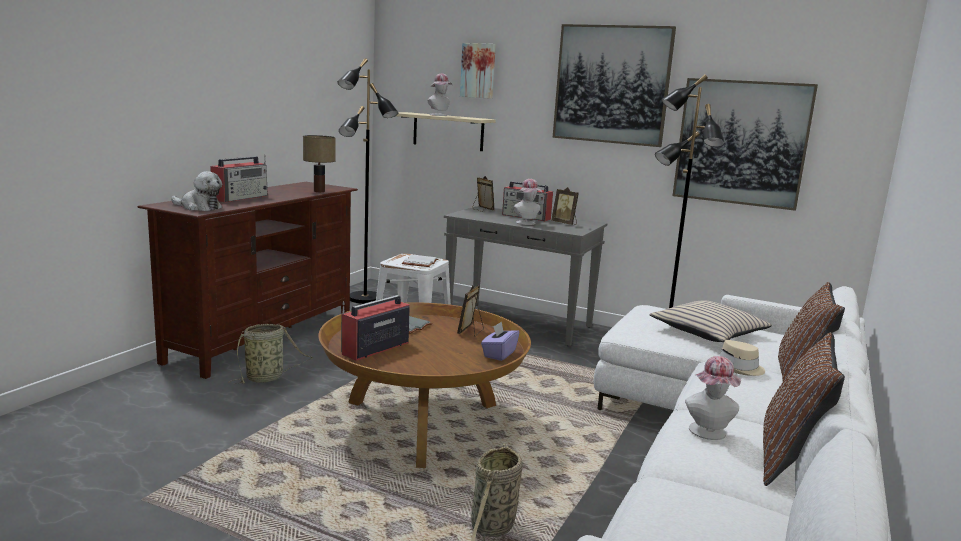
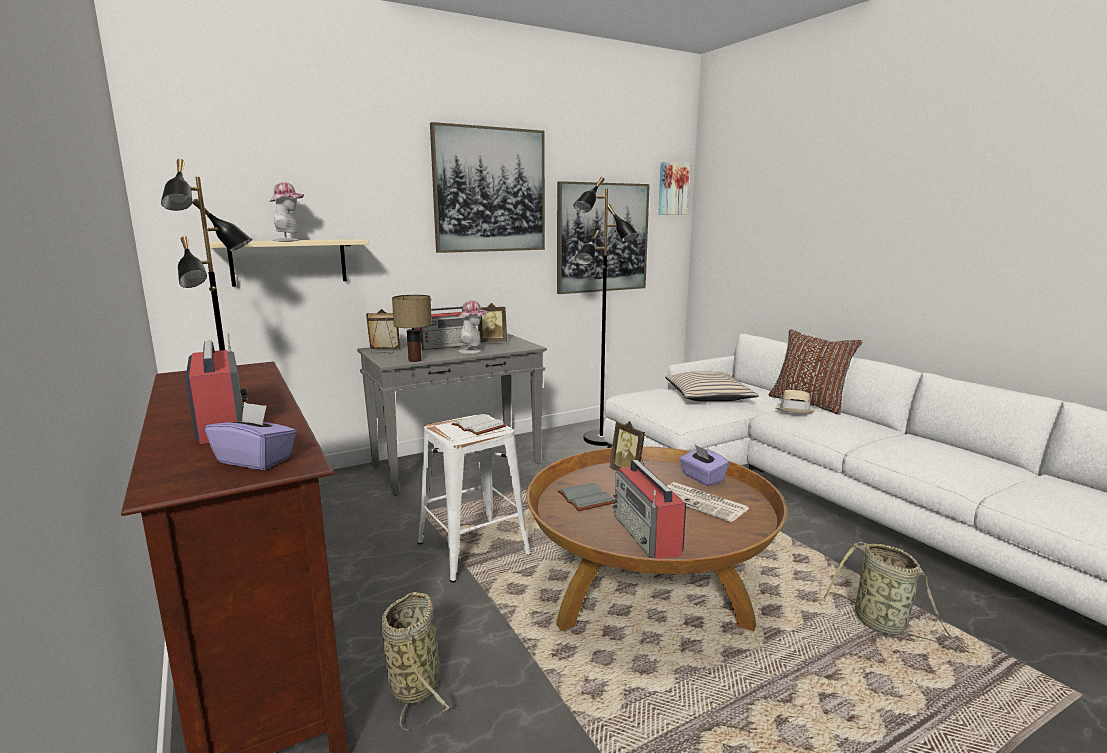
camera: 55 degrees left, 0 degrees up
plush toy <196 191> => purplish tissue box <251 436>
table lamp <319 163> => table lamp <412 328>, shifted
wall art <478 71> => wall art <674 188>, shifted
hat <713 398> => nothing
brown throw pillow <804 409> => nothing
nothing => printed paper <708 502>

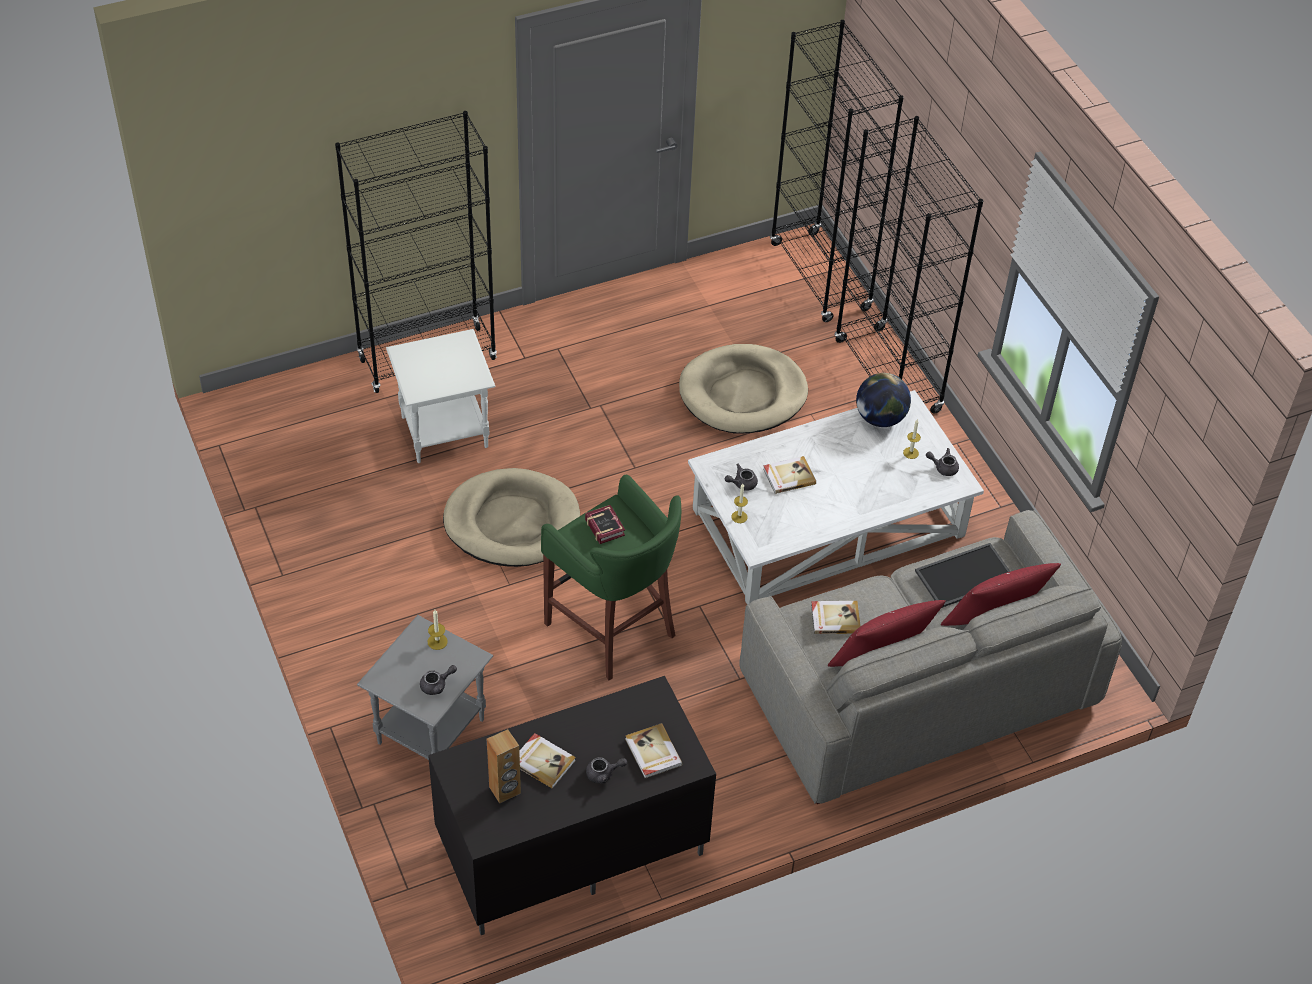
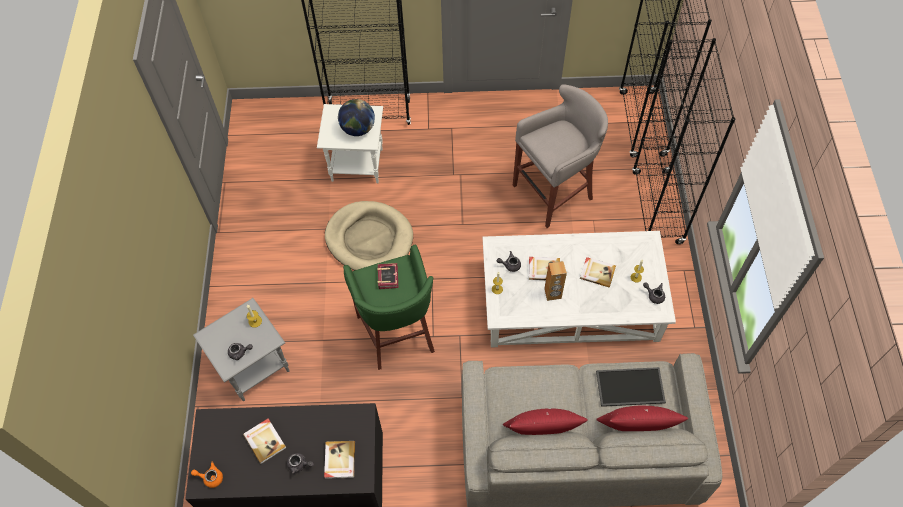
camera: 25 degrees right, 10 degrees up
brown loudspeaker <504 766> => brown loudspeaker <555 281>, shifted
sand-coloured dog bed <743 389> => greyish stool <560 156>
volume <836 617> => volume <598 272>, shifted
world globe <883 400> => world globe <356 117>, shifted
nothing => orangey tea pot <207 475>

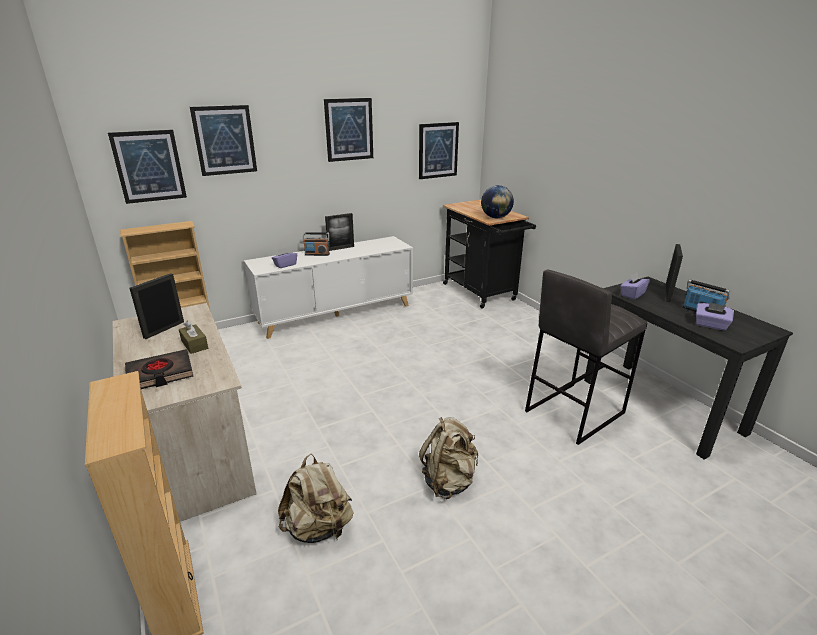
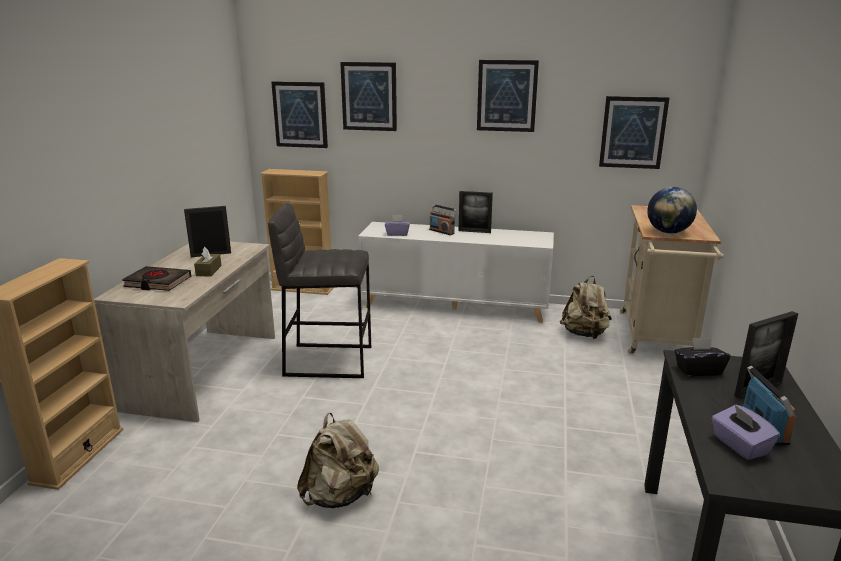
camera: 40 degrees right, 5 degrees down
sand-coloured rucksack <316 498> => sand-coloured rucksack <586 307>, shifted
blackish trolley <489 254> => sand-coloured trolley <672 280>
greyish stool <586 357> => greyish stool <319 290>, shifted
purplish tissue box <635 286> => blackish tissue box <702 357>

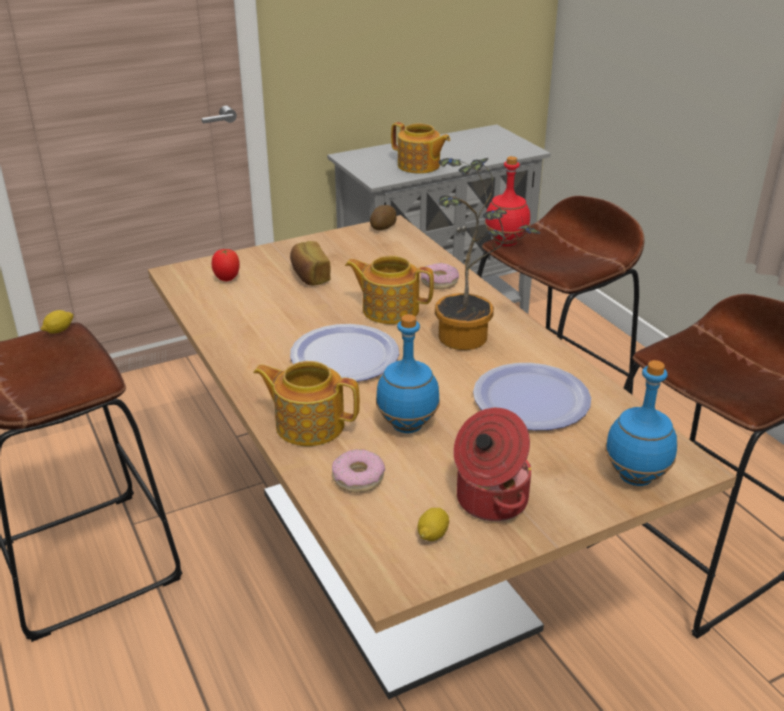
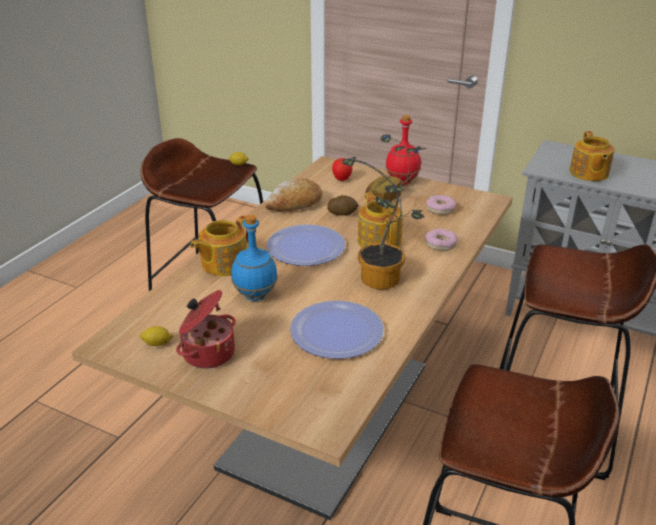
camera: 55 degrees right, 0 degrees up
tea pot <306 403> => tea pot <219 245>, 120 degrees counterclockwise
ring doughnut <358 471> => ring doughnut <441 205>, shifted
spud <383 217> => spud <343 205>, shifted
red beverage bottle <507 201> => red beverage bottle <403 150>, shifted
blue-coloured beverage bottle <641 423> => nothing
nothing => bakery bread <293 194>

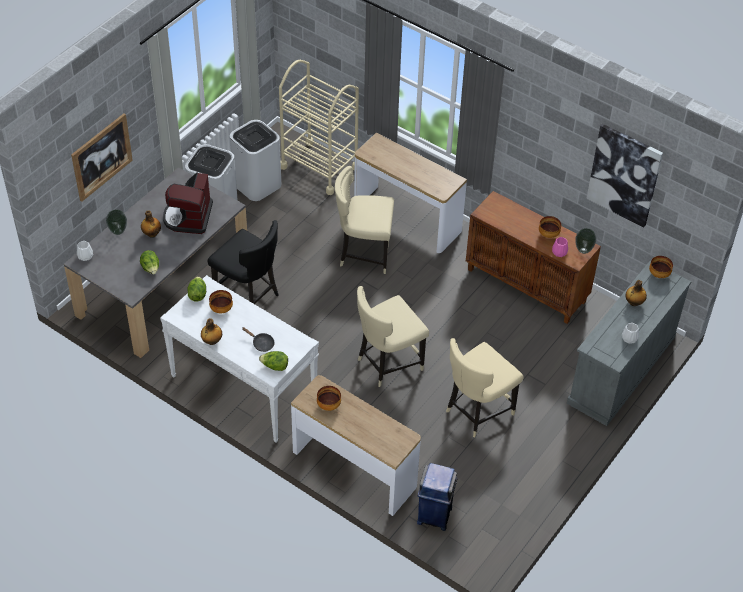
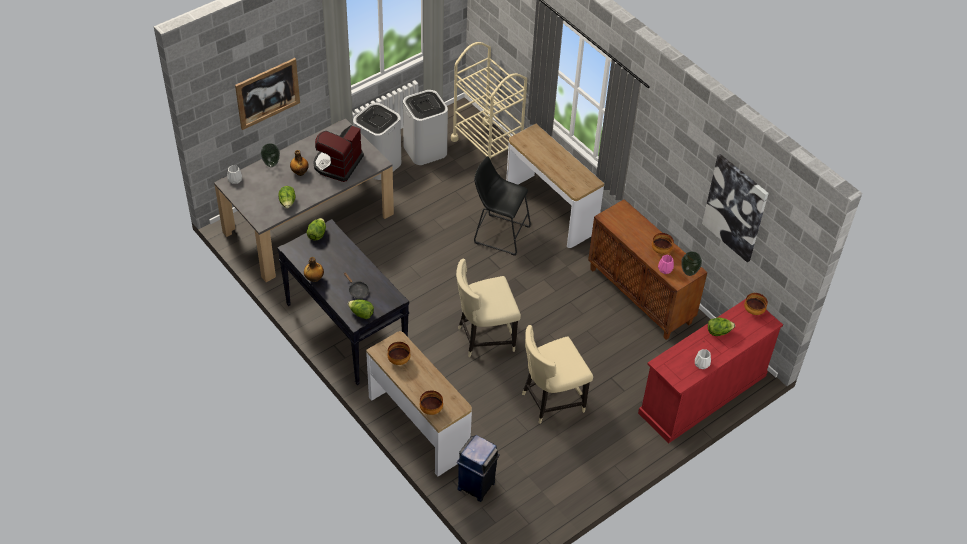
camera: 15 degrees right, 0 degrees up
whitish console table <239 359> => blackish console table <343 302>
blackish chair <243 262> => nothing
bowl <221 301> => bowl <431 403>, shifted
sand-coloured chair <364 220> => blackish stool <502 206>
greyish dresser <629 343> => red dresser <710 371>
beverage bottle <636 293> => lettuce <721 326>

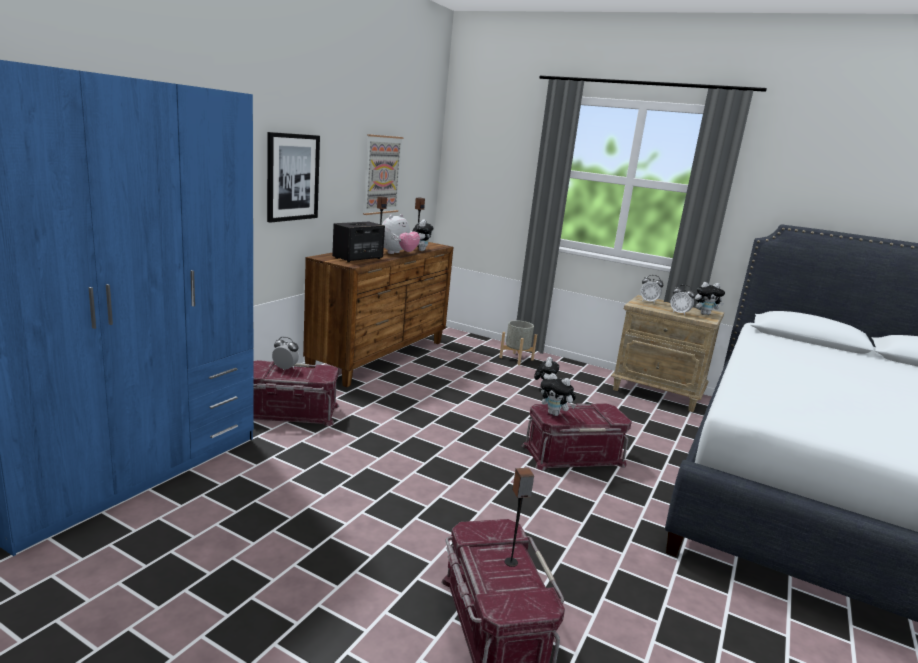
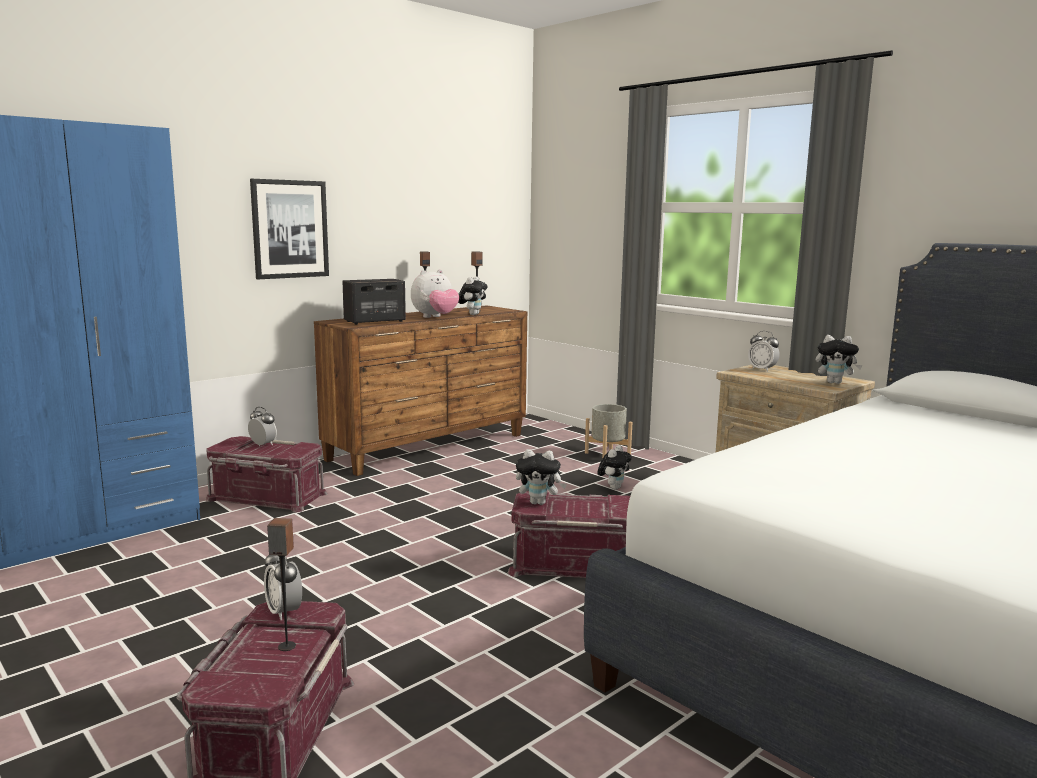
camera: 20 degrees right, 5 degrees down
wall art <383 174> => nothing
plush toy <558 394> => plush toy <541 477>, 45 degrees counterclockwise
table clock <682 300> => table clock <283 587>, shifted

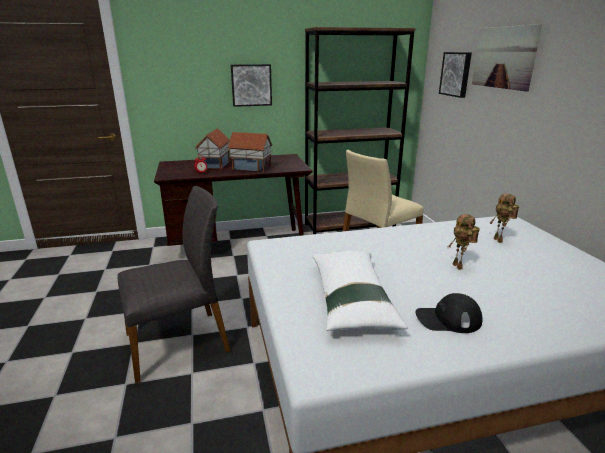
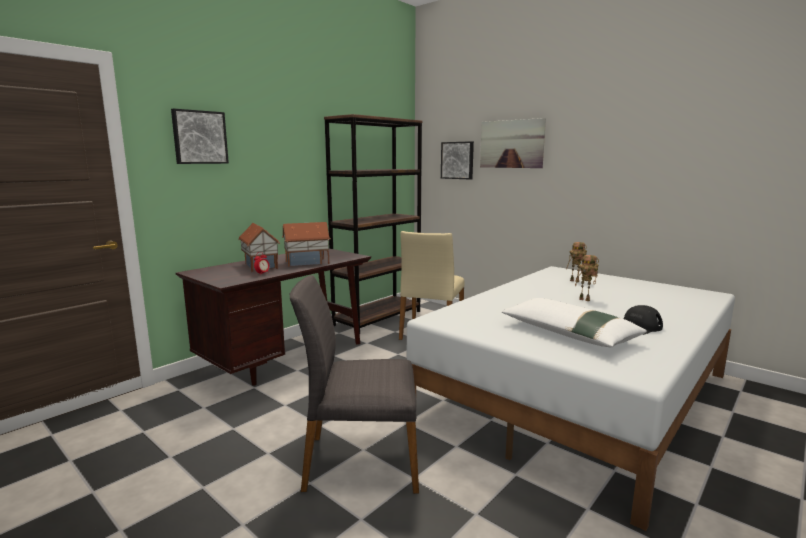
camera: 35 degrees left, 10 degrees down
greyish chair <174 285> => greyish chair <354 384>, 120 degrees counterclockwise
wall art <251 85> => wall art <200 136>, shifted

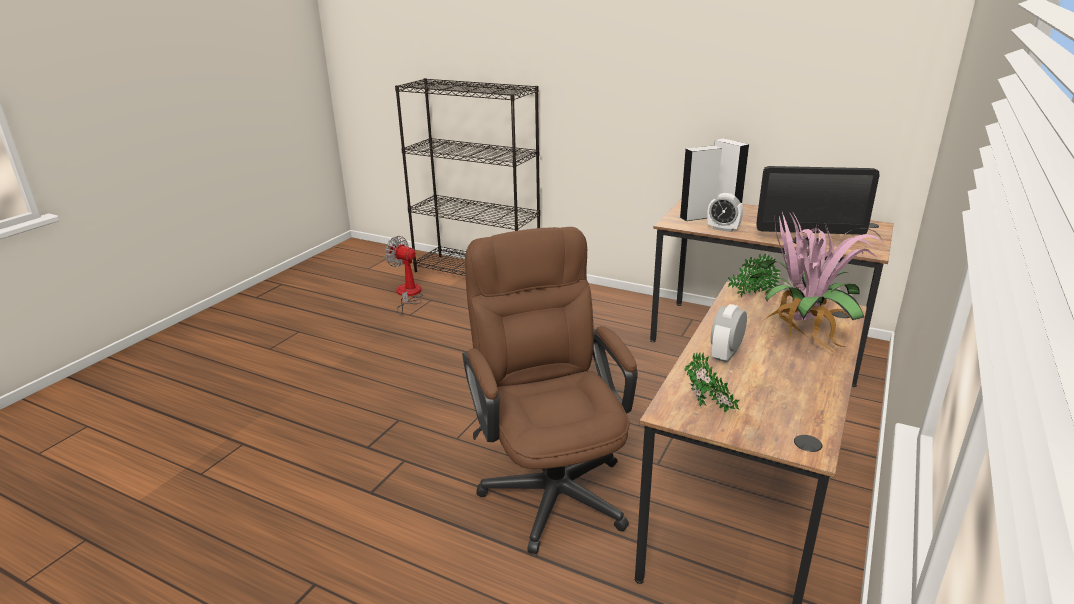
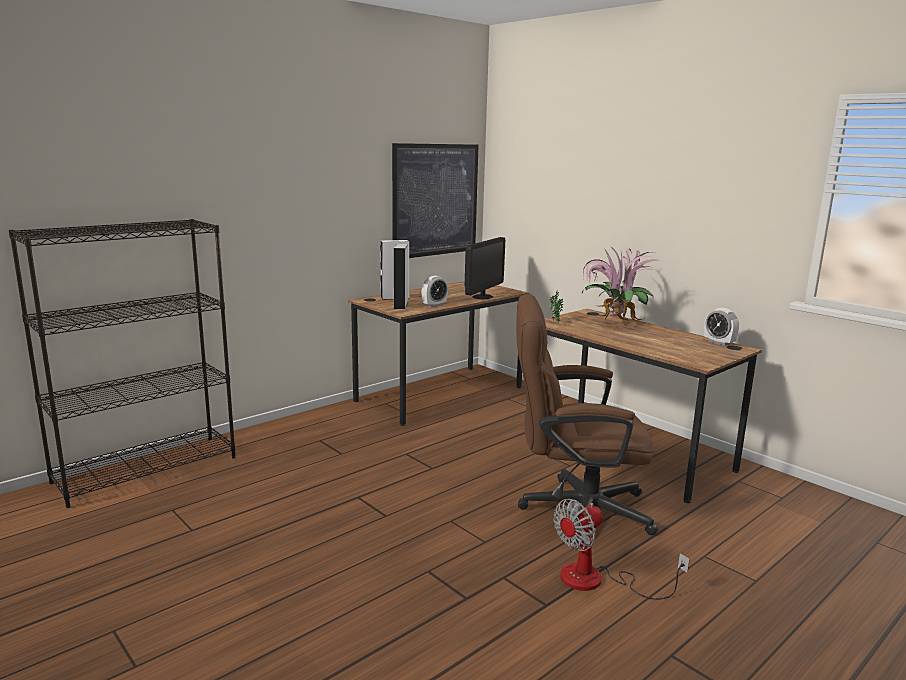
camera: 70 degrees left, 10 degrees down
fan <404 275> => fan <621 549>, shifted
potted plant <712 382> => nothing
table clock <729 333> => table clock <721 327>, shifted
nothing => wall art <435 200>

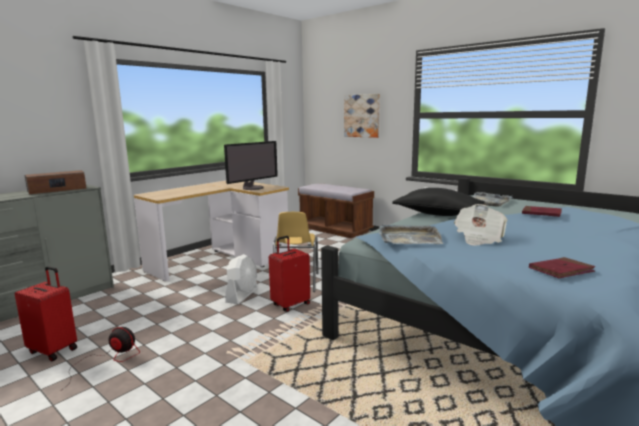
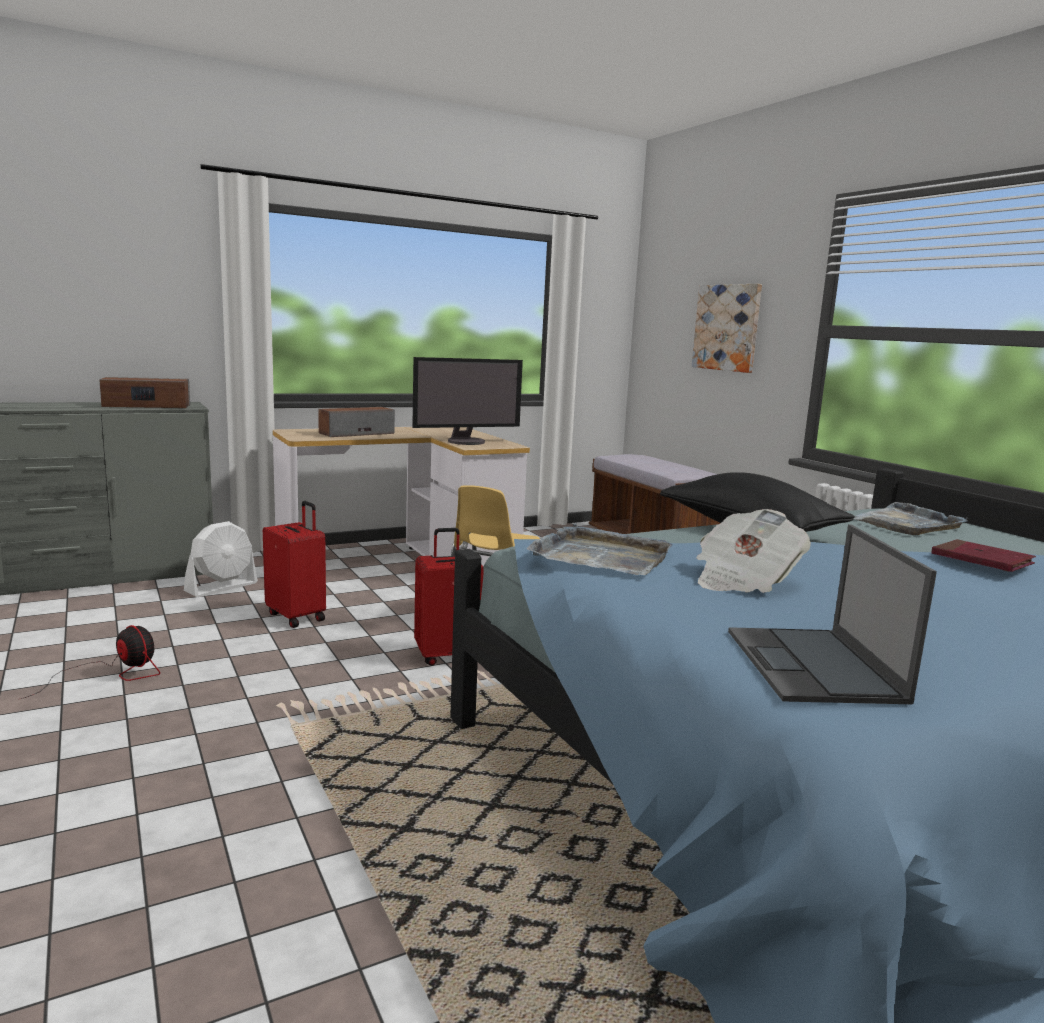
camera: 20 degrees right, 0 degrees up
red travel case <46 313> => red travel case <294 564>, shifted
whitish fan <241 279> => whitish fan <221 559>, shifted
red volume <562 267> => laptop <832 614>
nothing => loudspeaker <356 422>

